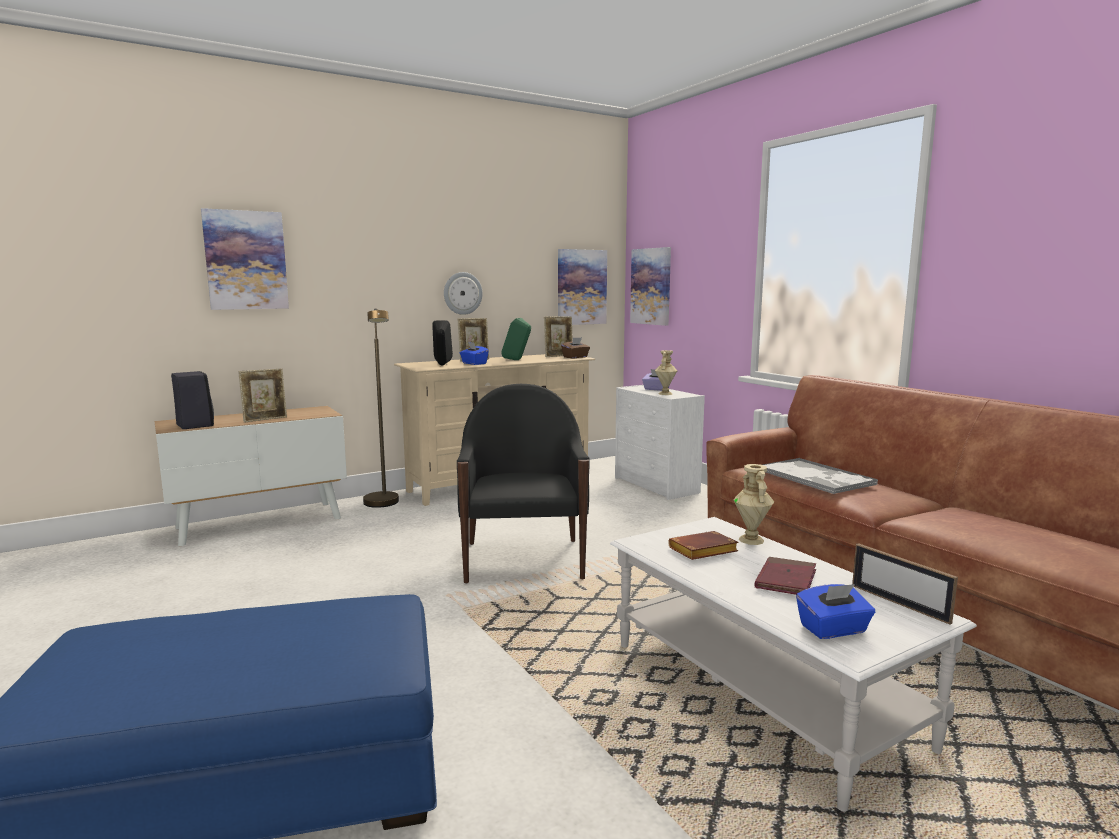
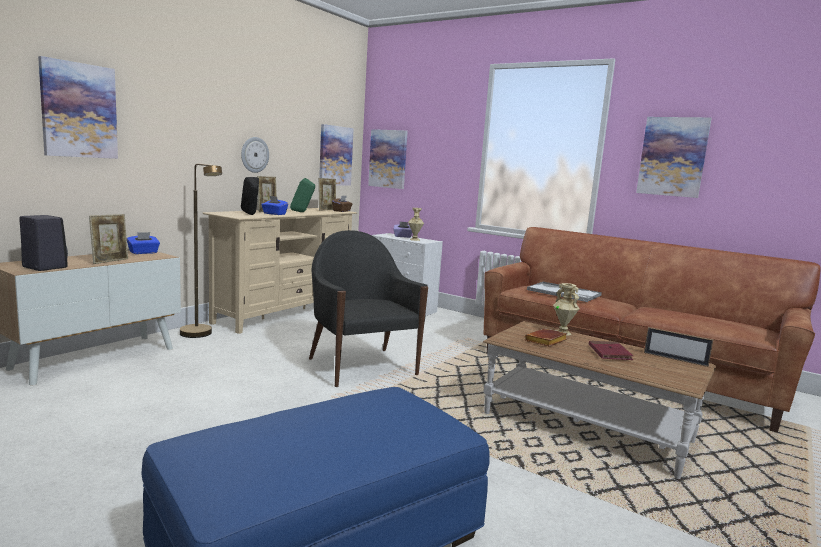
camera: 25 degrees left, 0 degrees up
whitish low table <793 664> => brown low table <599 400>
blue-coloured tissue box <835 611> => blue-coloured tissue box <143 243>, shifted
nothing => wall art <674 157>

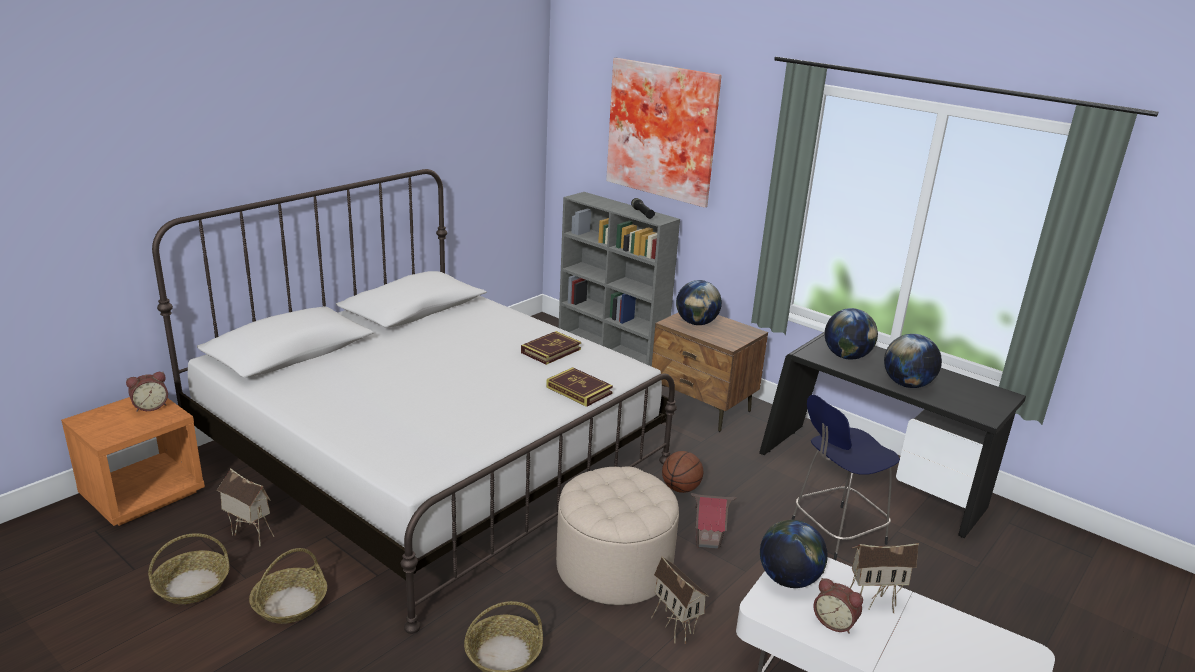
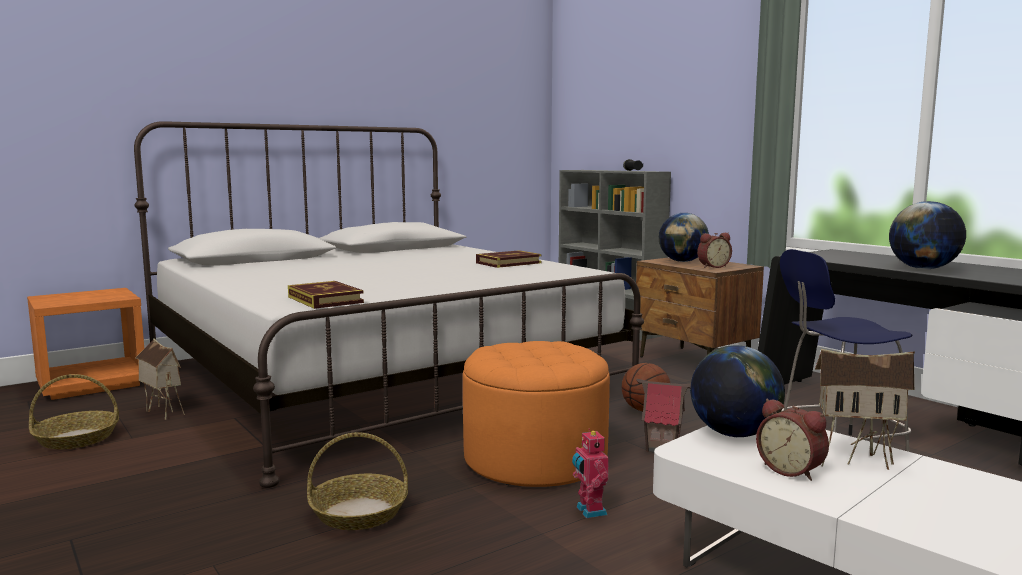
camera: 15 degrees right, 15 degrees down
table clock <147 392> => table clock <714 250>, shifted
basket <288 586> => nothing
volume <579 387> => volume <326 295>, shifted
sand-coloured ottoman <617 536> => orangey ottoman <536 414>
wall art <664 133> => nothing
miniature house <680 600> => toy robot <590 473>
world globe <851 334> => nothing

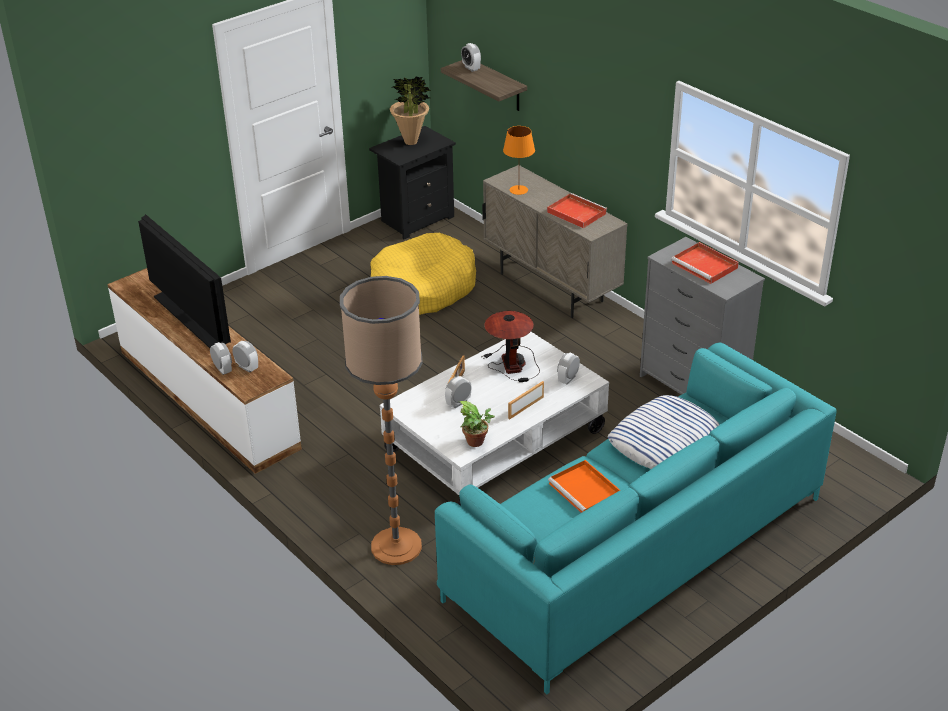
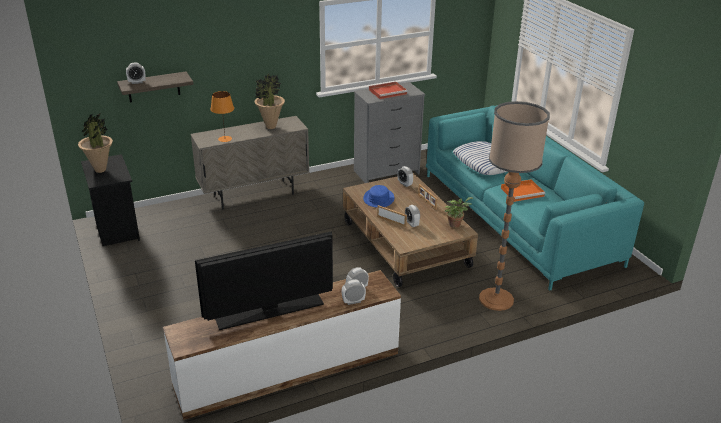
camera: 75 degrees left, 5 degrees down
yellow-coloured dog bed <423 274> => nothing
whitish low table <494 419> => brown low table <410 230>
table lamp <511 346> => blue-coloured hat <378 196>
red tray <577 210> => potted plant <270 101>

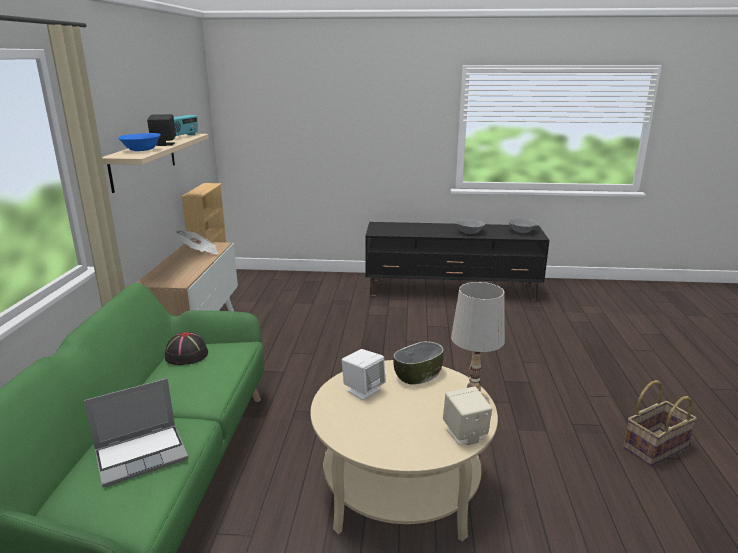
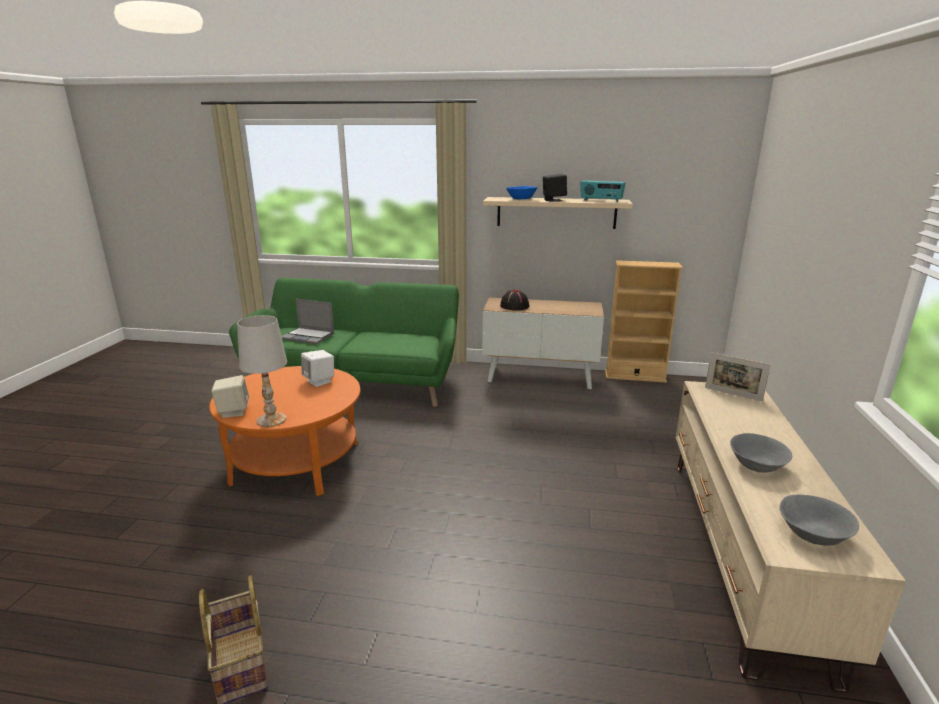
camera: 95 degrees right, 0 degrees up
laptop <136 432> => laptop <308 321>, 45 degrees counterclockwise
blackish hat <186 348> => blackish hat <515 300>, shifted
printed paper <197 242> => nothing
sand-coloured low table <404 451> => orangey low table <284 431>
blackish tv stand <457 262> => sand-coloured tv stand <791 537>
bowl <418 363> => nothing
nothing => standing frame <737 376>

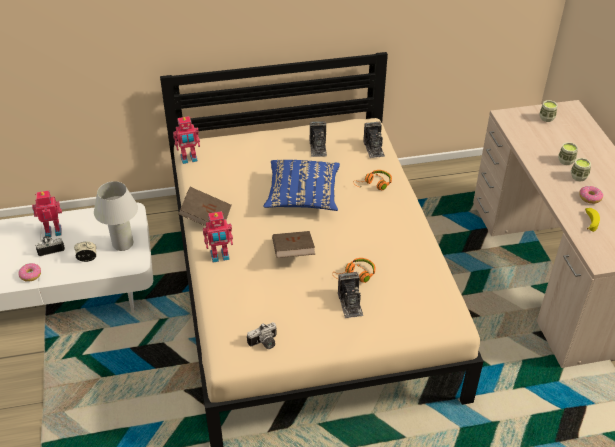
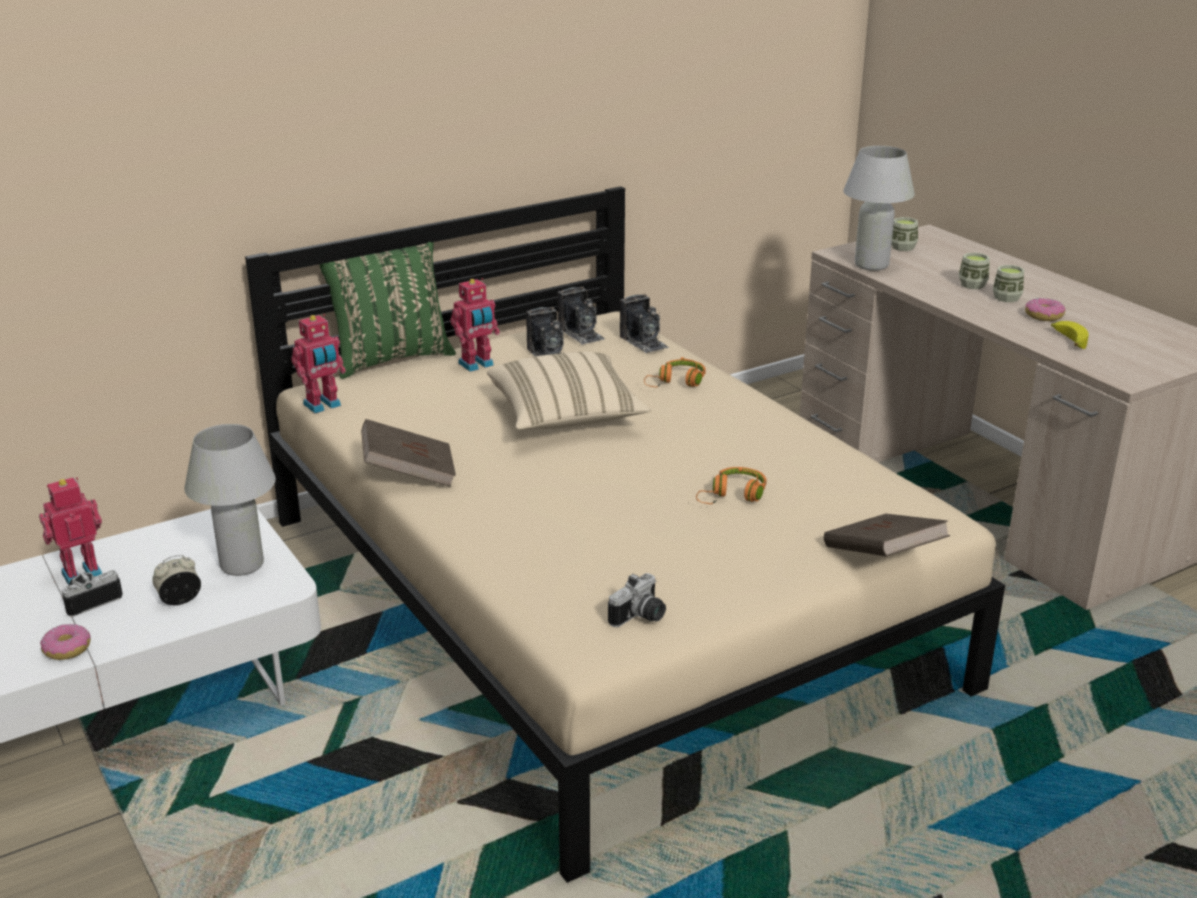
camera: 20 degrees left, 15 degrees down
toy robot <218 236> => toy robot <475 325>, shifted
blue-coloured throw pillow <301 185> => sand-coloured throw pillow <569 391>
brown volume <293 244> => brown volume <887 535>, shifted
still camera <350 295> => still camera <581 315>, shifted
nothing => greenish throw pillow <387 310>
nothing => whitish table lamp <879 208>

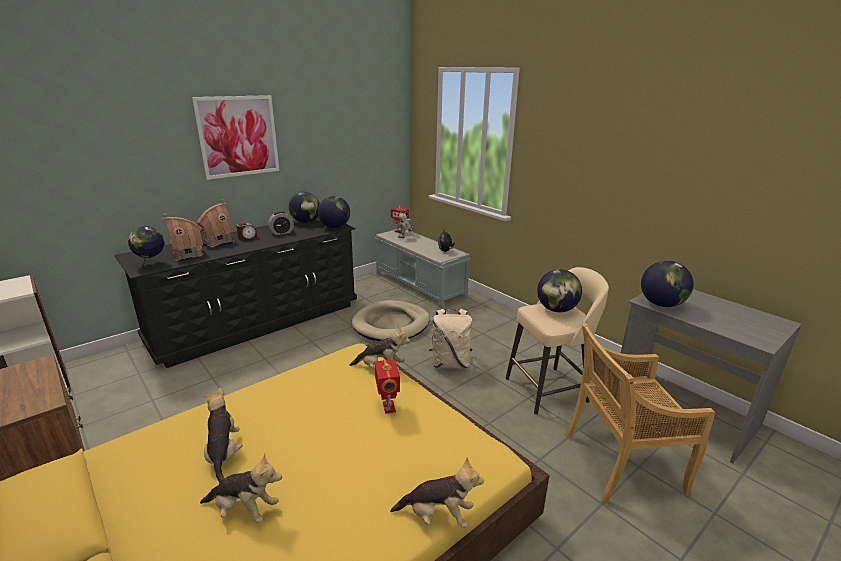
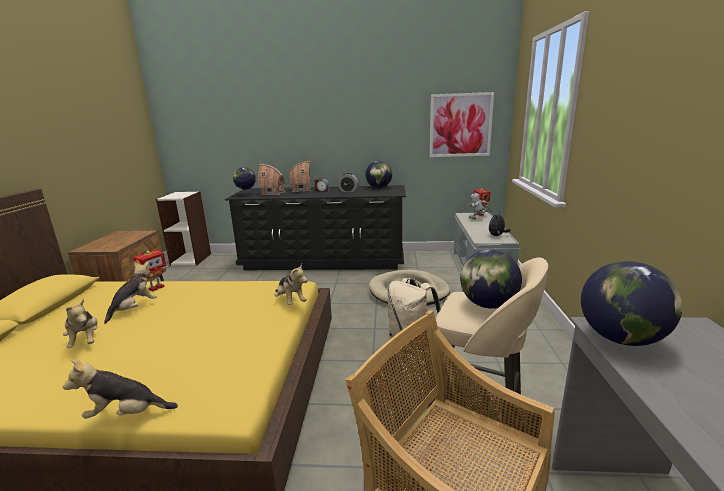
camera: 45 degrees right, 5 degrees down
wall art <235 137> => wall art <461 124>, shifted
world globe <334 212> => nothing
toy robot <387 386> => toy robot <151 270>, shifted
plush toy <437 493> => plush toy <120 389>, 120 degrees clockwise

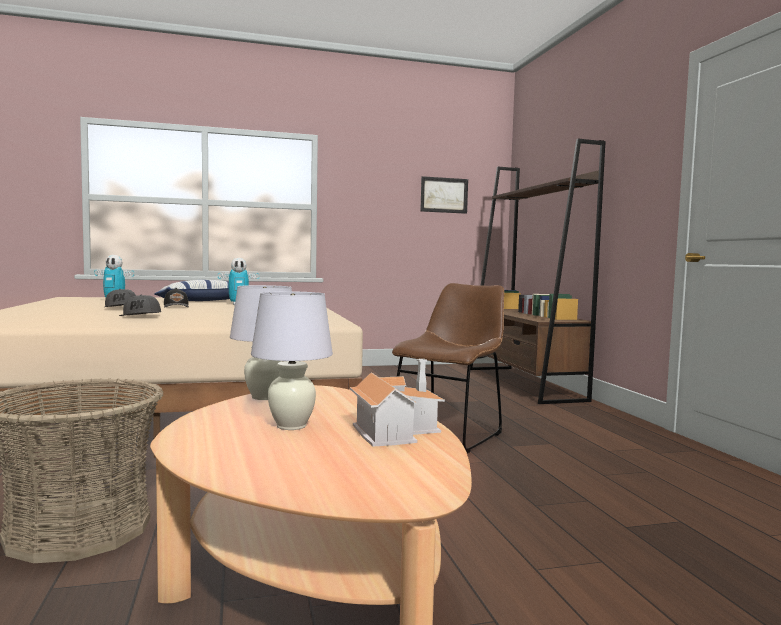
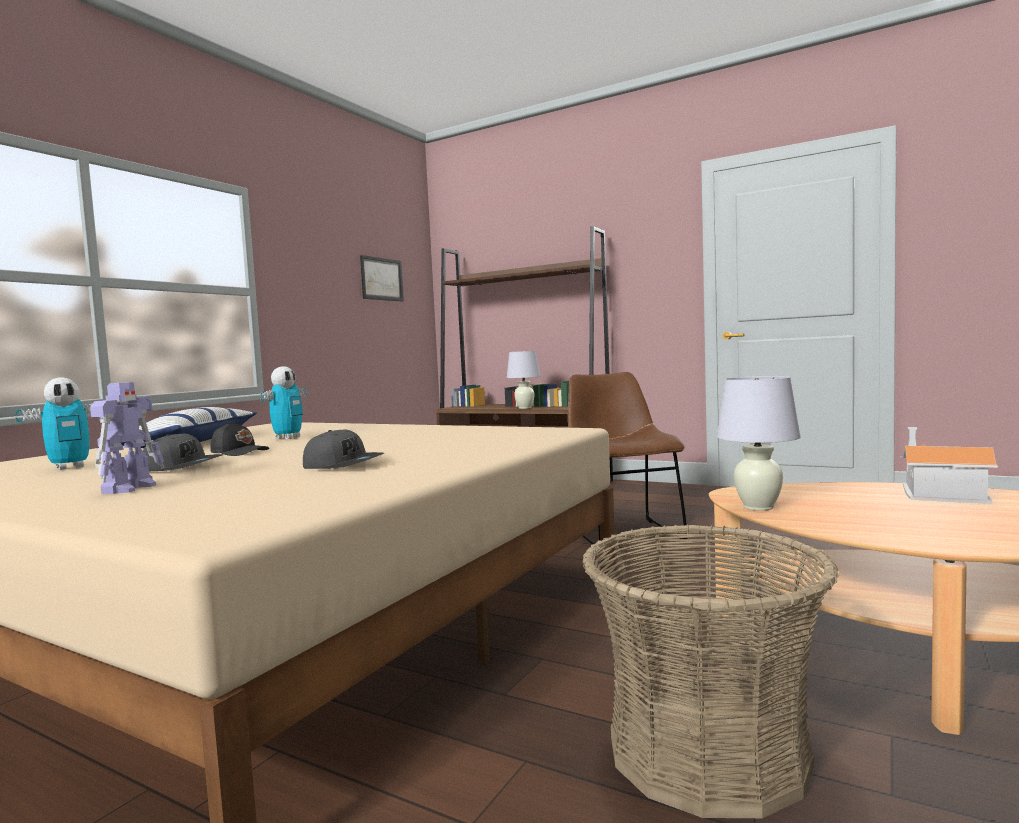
camera: 45 degrees left, 0 degrees up
whitish table lamp <292 360> => whitish table lamp <524 380>, shifted
nothing => toy robot <127 438>

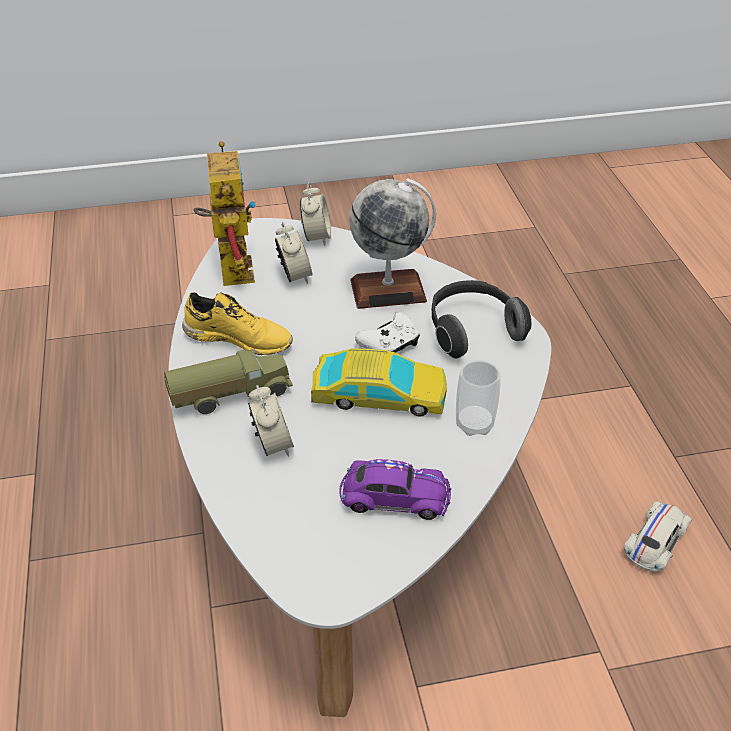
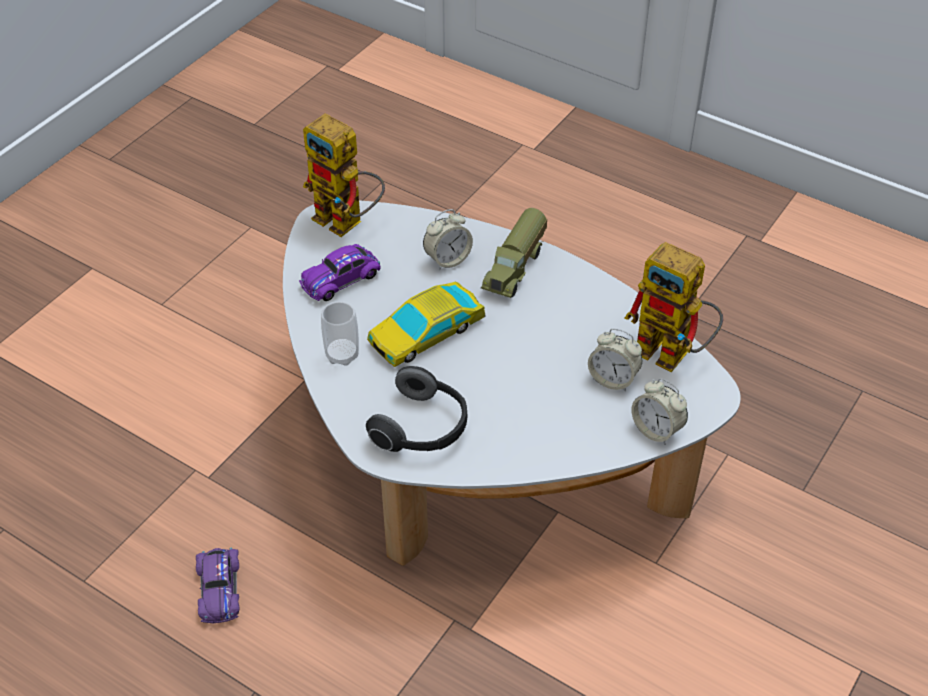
camera: 135 degrees right, 5 degrees up
yellow-coloured item of footwear <237 323> => nothing
table clock <271 421> => table clock <448 239>, 60 degrees counterclockwise
world globe <392 243> => nothing
whitish joypad <387 332> => nothing
whitish toy car <658 536> => purplish toy car <217 586>
nothing => toy robot <344 175>

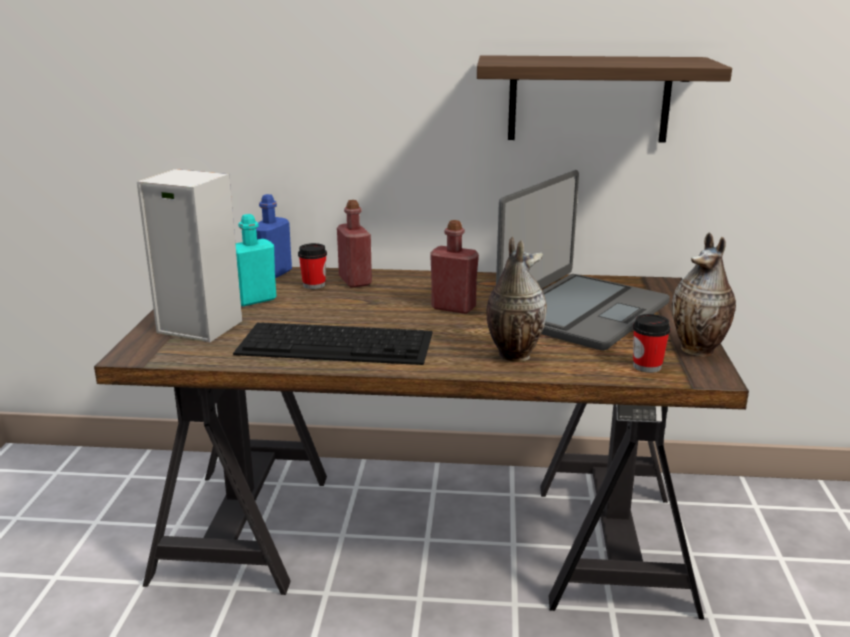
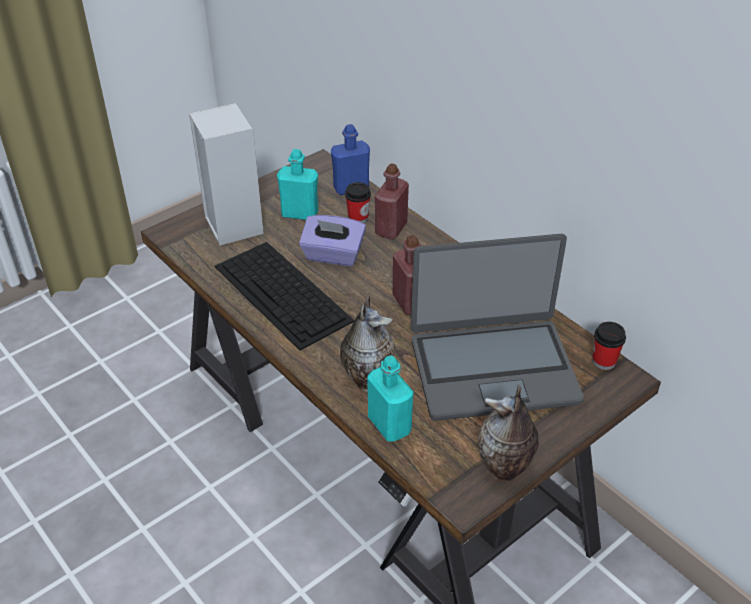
camera: 45 degrees right, 20 degrees up
wall shelf <604 98> => nothing
small cup <652 343> => small cup <609 346>, shifted
nothing => purplish tissue box <332 240>
nothing => turquoise beverage bottle <390 398>

